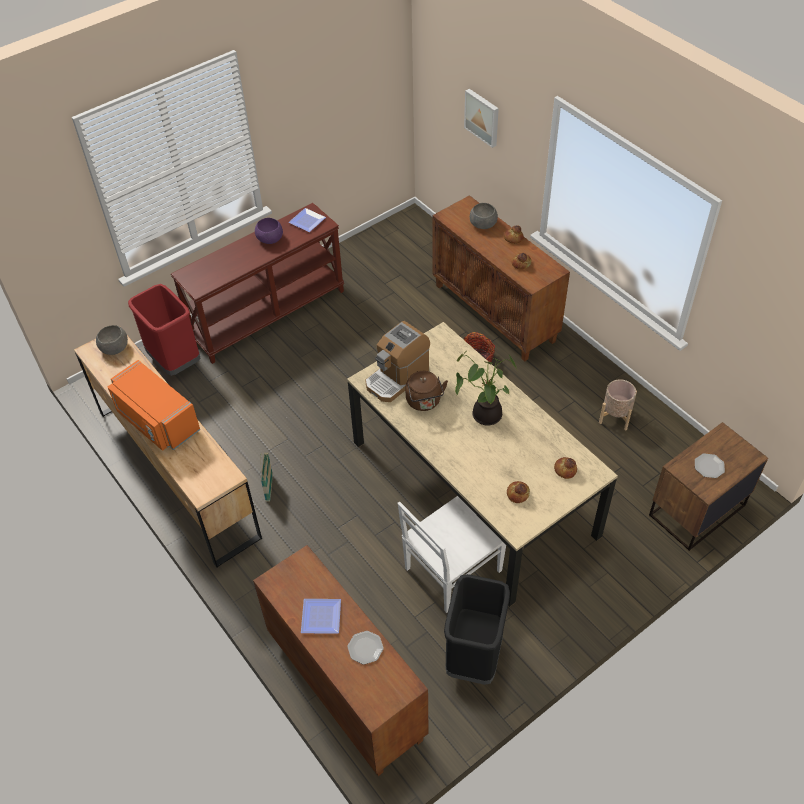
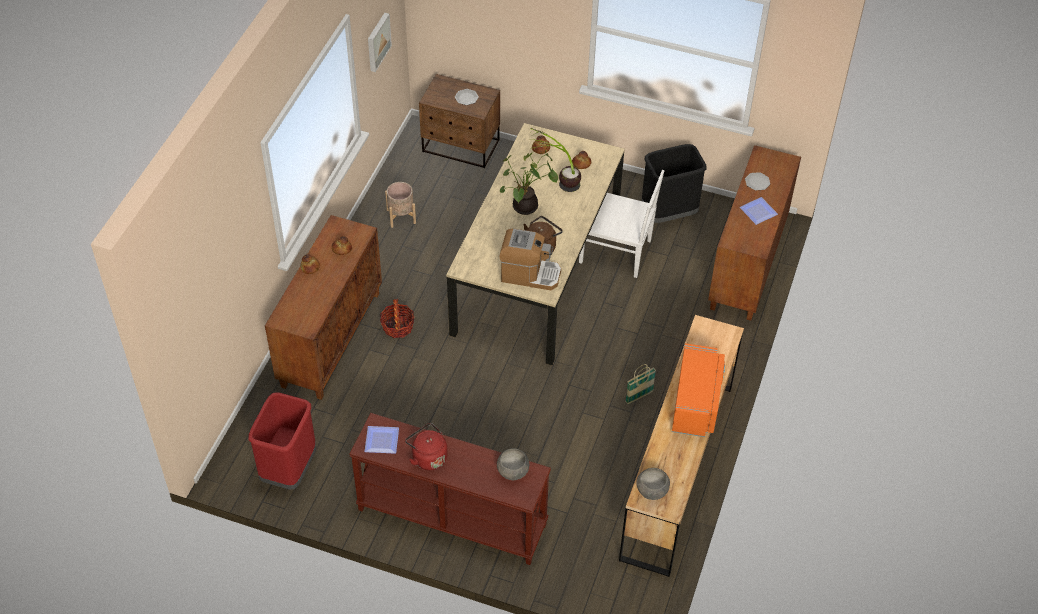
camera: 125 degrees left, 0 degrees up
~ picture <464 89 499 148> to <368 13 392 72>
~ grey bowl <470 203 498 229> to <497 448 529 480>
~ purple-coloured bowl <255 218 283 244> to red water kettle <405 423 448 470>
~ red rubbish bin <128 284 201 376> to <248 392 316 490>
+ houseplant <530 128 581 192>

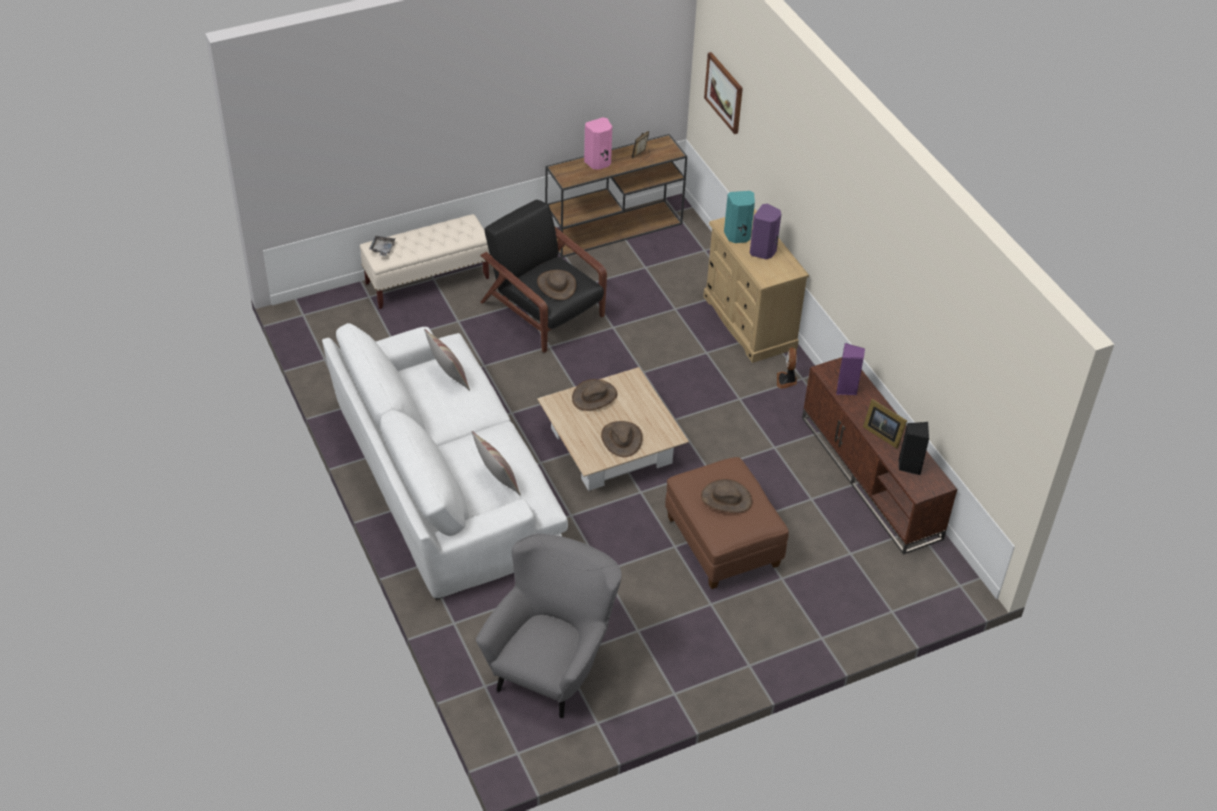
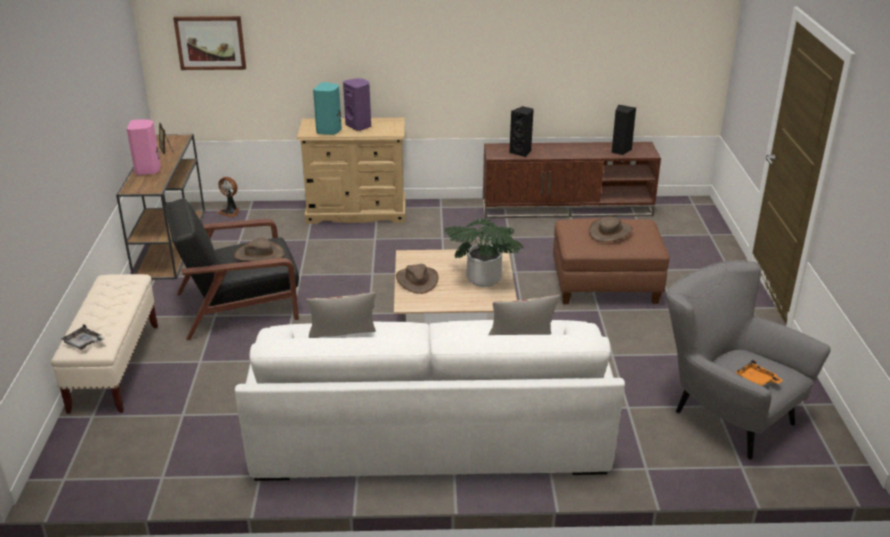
camera: 65 degrees left, 15 degrees down
~ purple-coloured speaker <836 343 865 395> to blackish speaker <509 106 534 157>
~ electric fan <777 347 797 389> to <218 177 239 217>
- standing frame <863 399 907 449>
~ brown-coloured clothing hat <601 421 643 457> to houseplant <445 218 524 287>
+ orange serving tray <734 360 783 386>

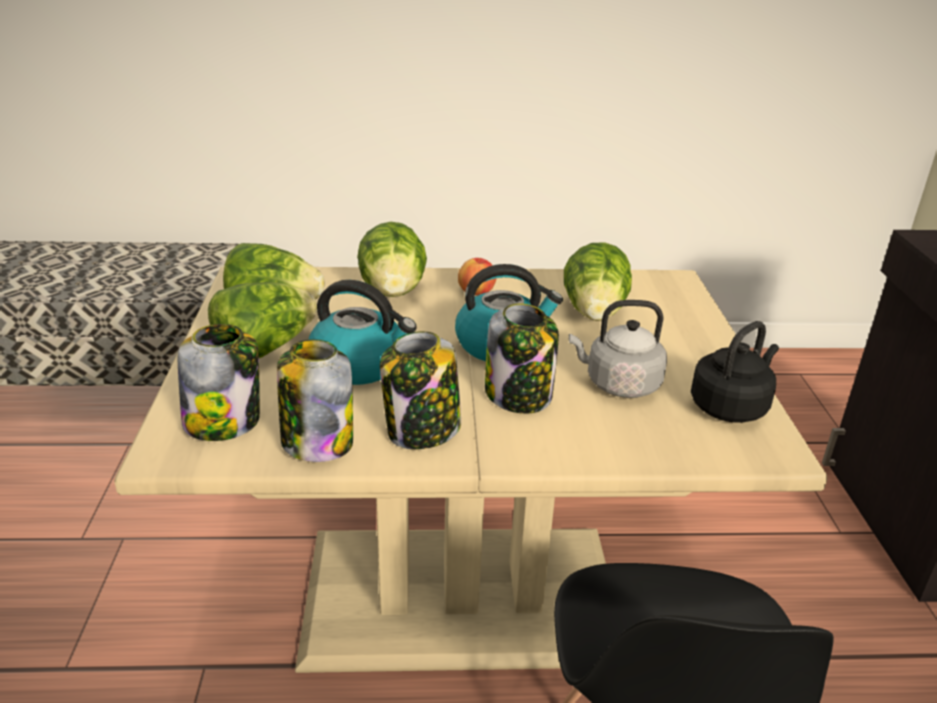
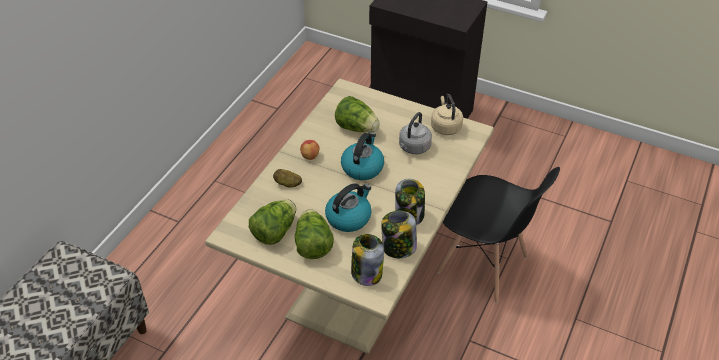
camera: 60 degrees left, 15 degrees up
~ head of lettuce <357 222 427 297> to whole potato <273 169 302 187>
- storage jar <485 303 559 414>
~ blackish water kettle <691 321 779 423> to sand-coloured water kettle <431 94 463 135>

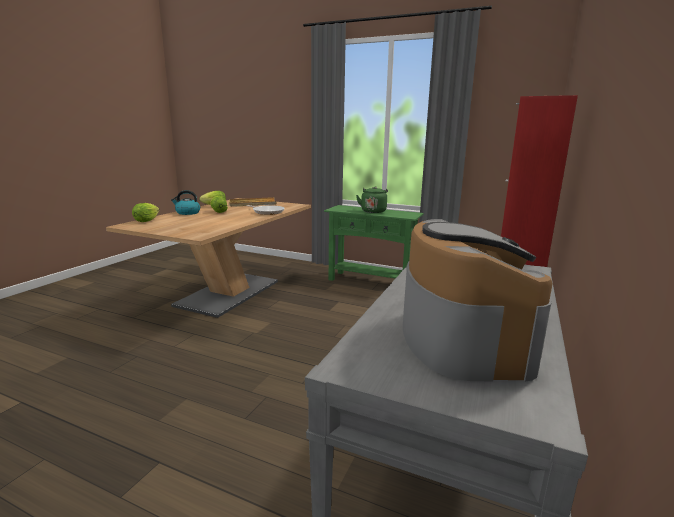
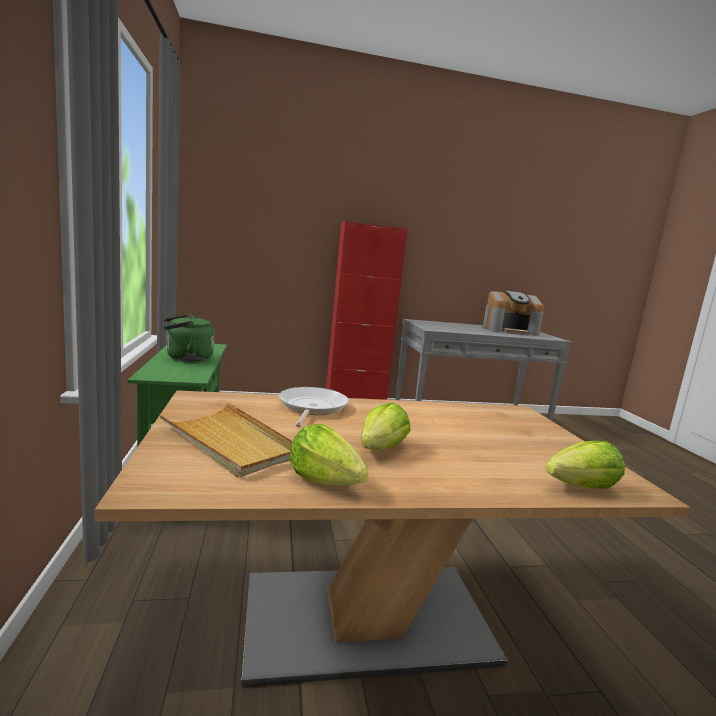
camera: 125 degrees left, 5 degrees down
- water kettle <171 190 200 215>
~ coffee machine <403 219 553 381> = <483 291 544 336> 150 degrees counterclockwise

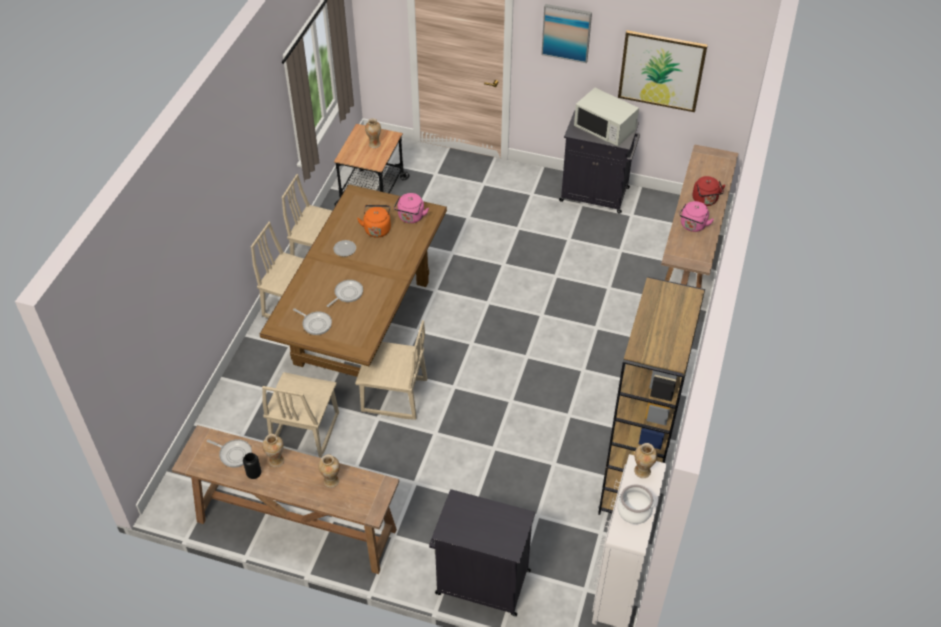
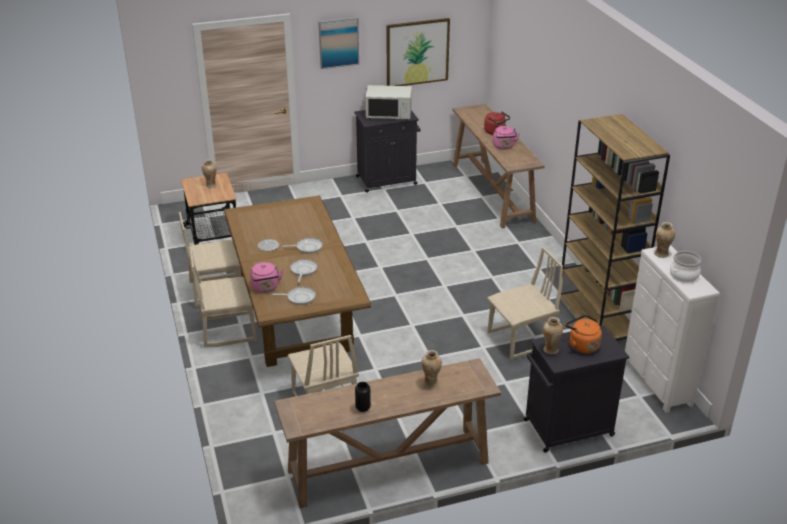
camera: 35 degrees left, 15 degrees down
~ pink-coloured water kettle <394 193 429 223> to <250 262 283 293>
~ orange water kettle <357 205 391 238> to <565 315 602 354>
~ sand-coloured upright chair <355 320 427 420> to <487 247 563 360>
~ flower vase <262 434 284 467> to <543 317 563 355>
~ skillet <207 439 252 468> to <282 238 323 254>

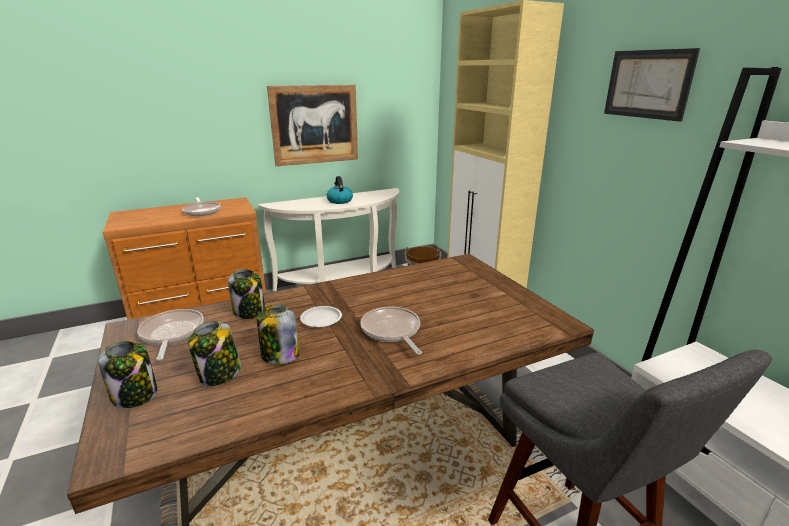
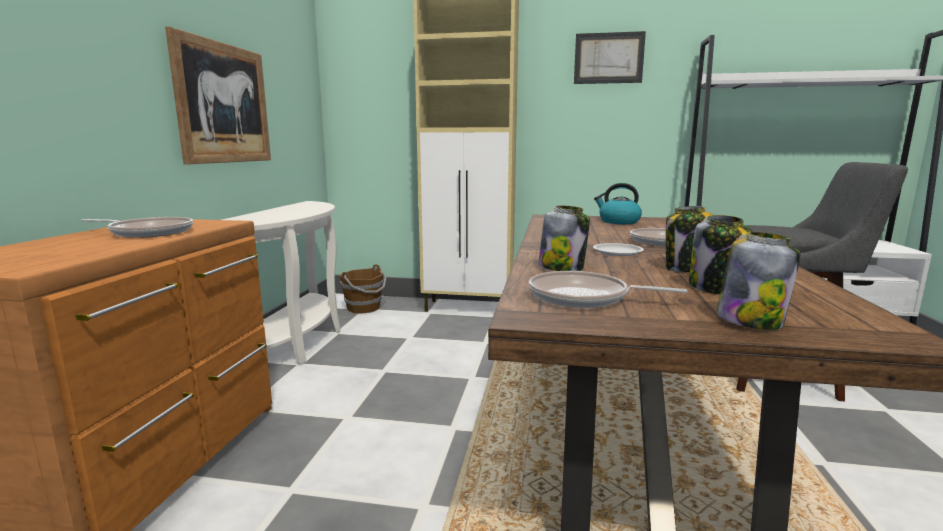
camera: 55 degrees left, 10 degrees down
~ water kettle <327 176 353 204> to <594 183 642 224>

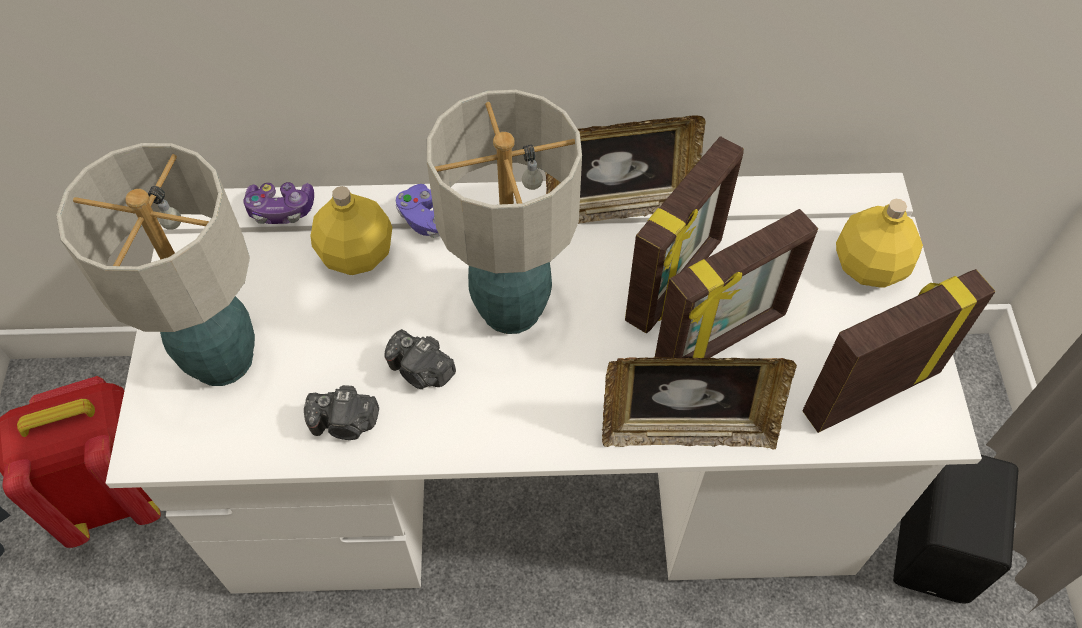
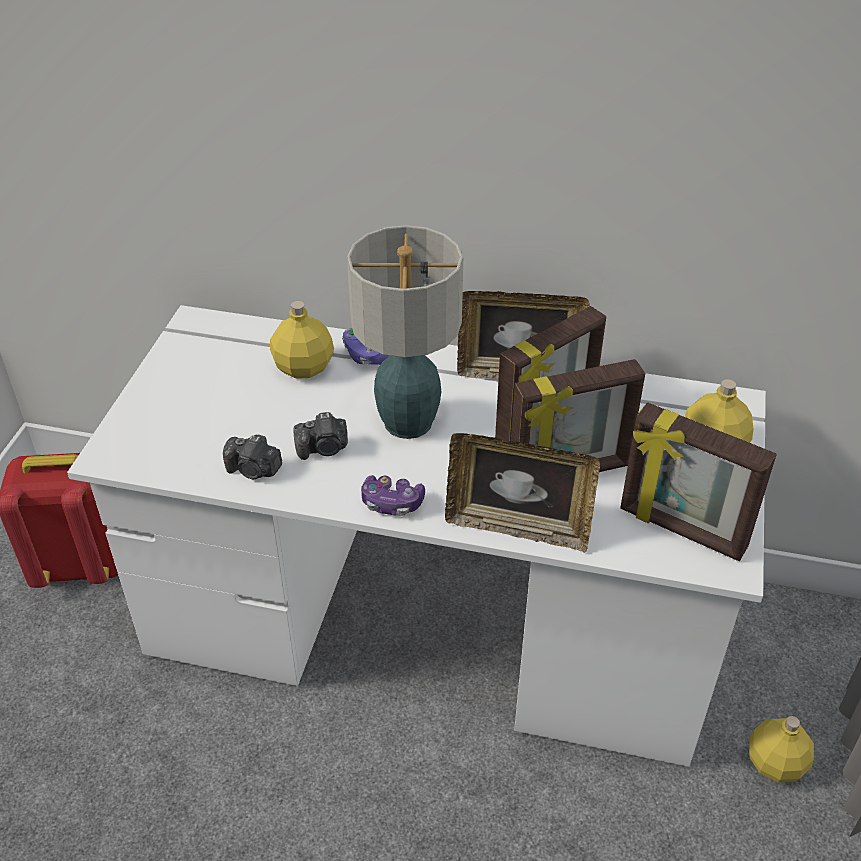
camera: 15 degrees right, 15 degrees down
- table lamp <56 143 255 386>
~ joypad <243 182 314 224> to <361 475 425 516>
~ standing frame <802 269 995 433> = <620 402 777 561> 135 degrees counterclockwise
~ still camera <384 329 456 389> = <294 412 348 460> 60 degrees counterclockwise
~ blackish speaker <893 455 1018 604> to yellow beverage bottle <749 716 814 783>

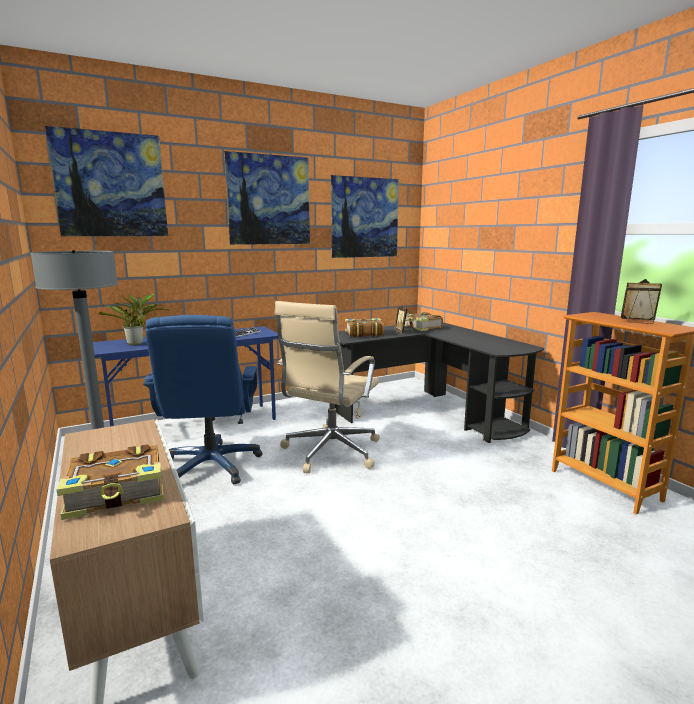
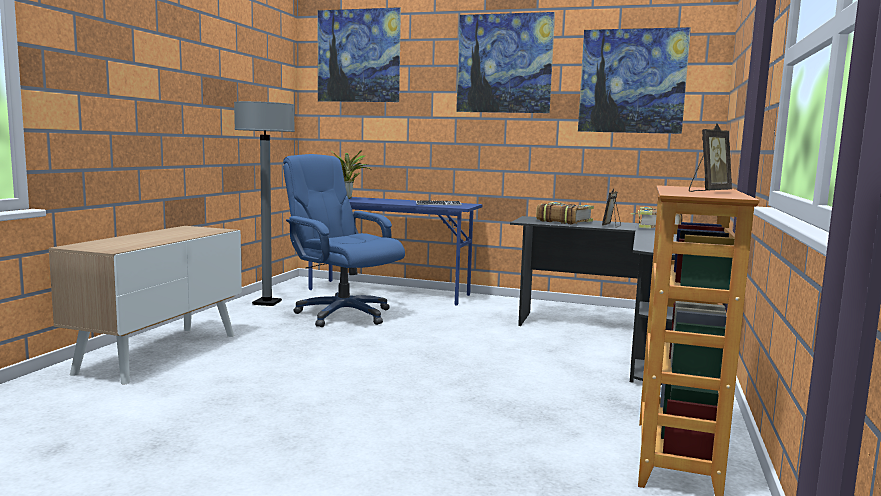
camera: 45 degrees right, 5 degrees down
~ standing frame <621 279 662 324> = <689 123 732 192> 75 degrees clockwise
- sand-coloured desk chair <275 301 380 473>
~ blue-coloured desk chair <143 315 263 484> = <283 154 405 327> 90 degrees clockwise
- volume <56 444 164 520>

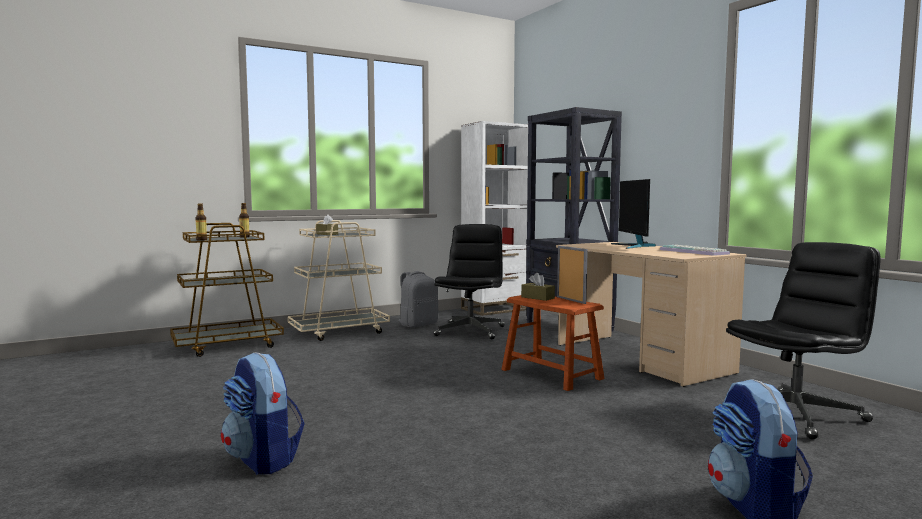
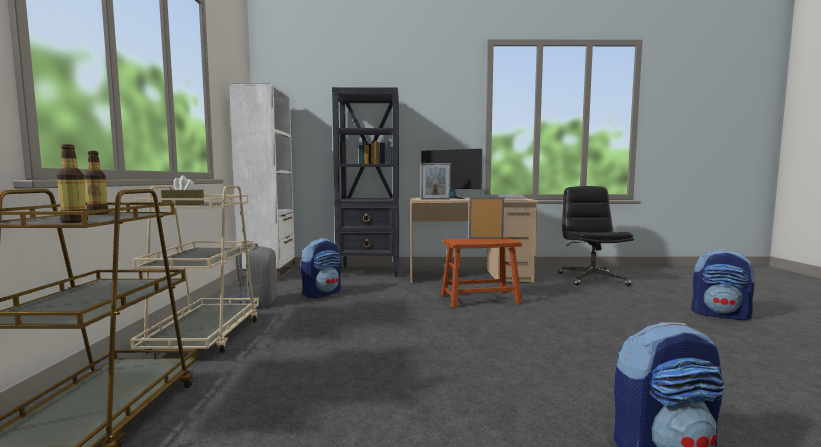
camera: 60 degrees left, 0 degrees up
~ blackish desk chair <434 224 505 339> to backpack <301 238 341 298>
- brown-coloured box of tissues <521 273 555 301>
+ standing frame <421 163 451 200>

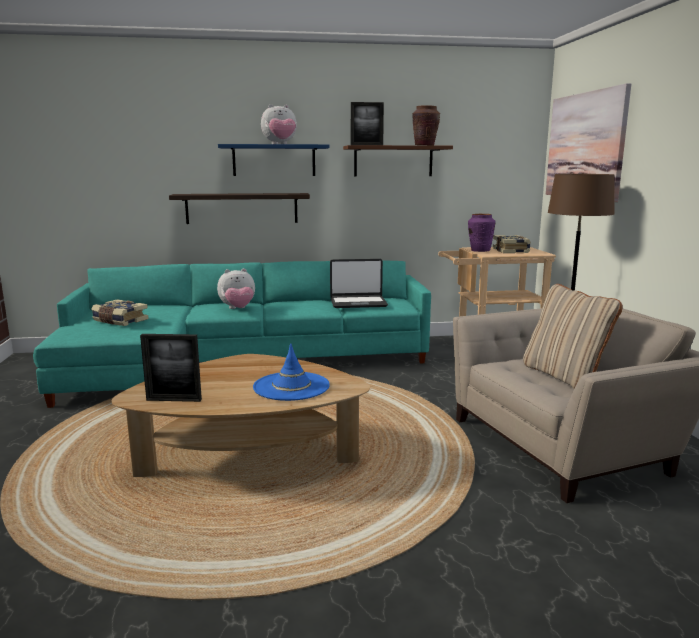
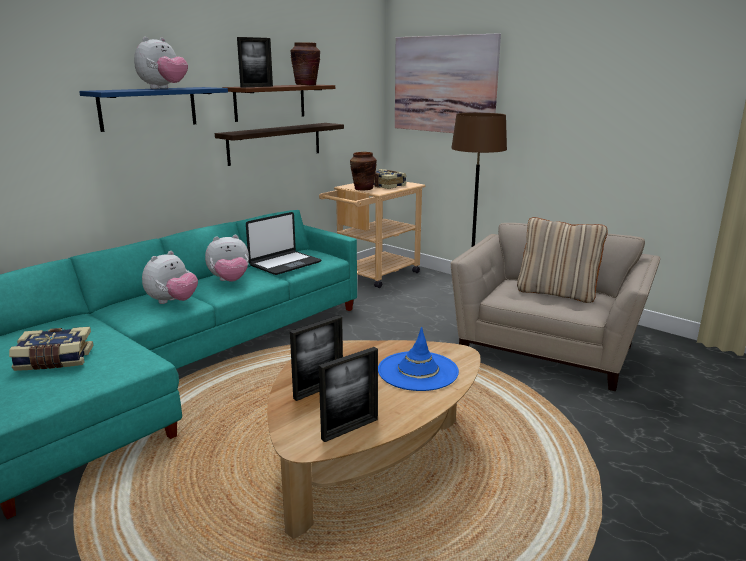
camera: 40 degrees left, 5 degrees up
~ shelf <169 193 310 224> to <215 123 344 166>
~ purple-coloured flower vase <468 214 496 252> to brown-coloured flower vase <350 152 377 190>
+ soft toy <205 235 249 282>
+ standing frame <290 315 343 401>

